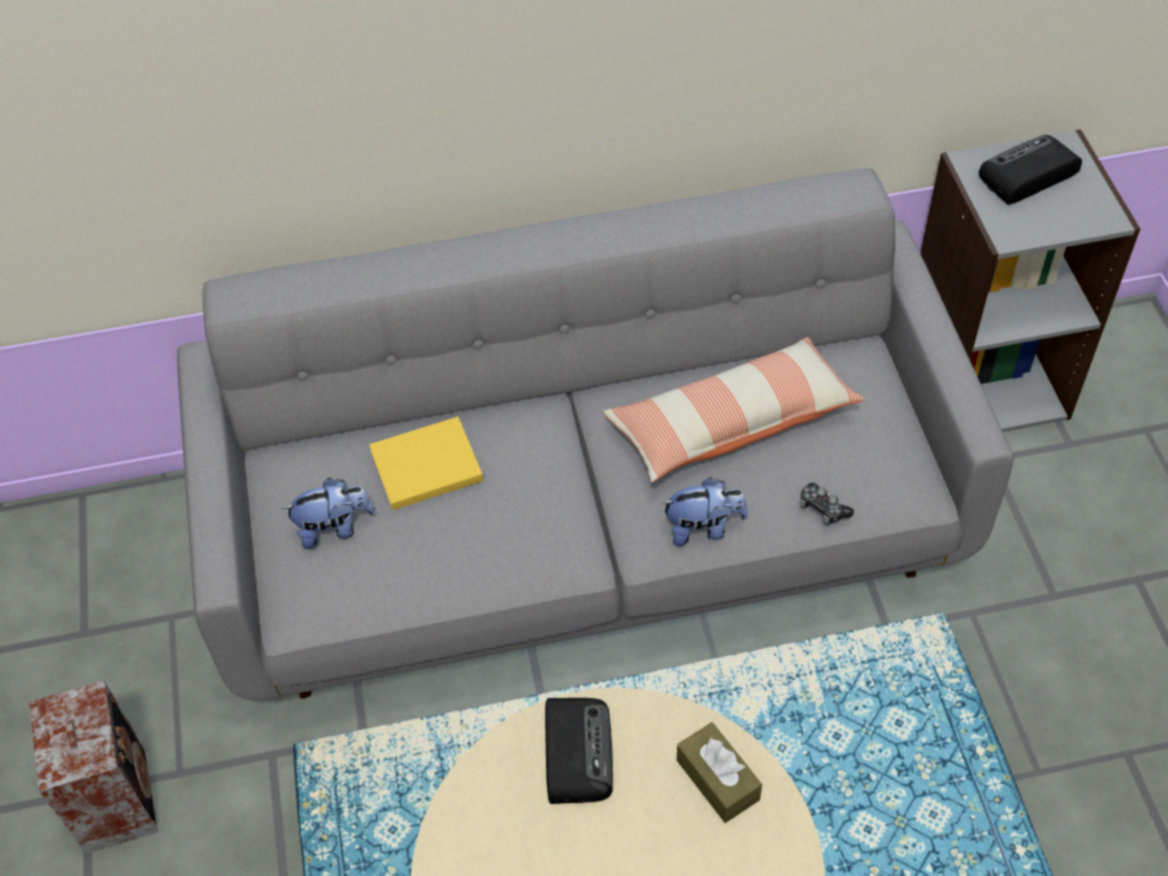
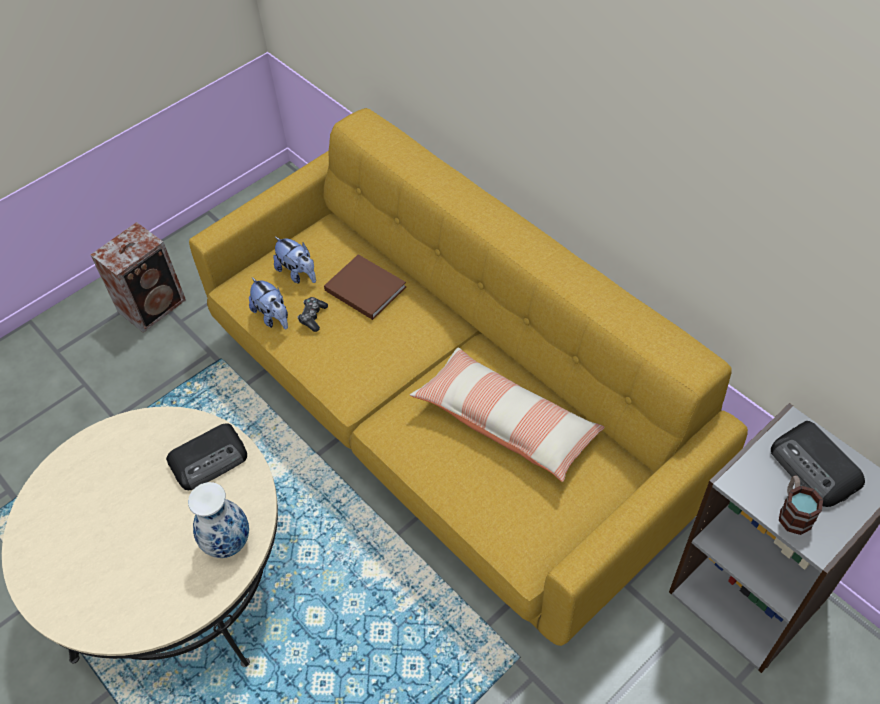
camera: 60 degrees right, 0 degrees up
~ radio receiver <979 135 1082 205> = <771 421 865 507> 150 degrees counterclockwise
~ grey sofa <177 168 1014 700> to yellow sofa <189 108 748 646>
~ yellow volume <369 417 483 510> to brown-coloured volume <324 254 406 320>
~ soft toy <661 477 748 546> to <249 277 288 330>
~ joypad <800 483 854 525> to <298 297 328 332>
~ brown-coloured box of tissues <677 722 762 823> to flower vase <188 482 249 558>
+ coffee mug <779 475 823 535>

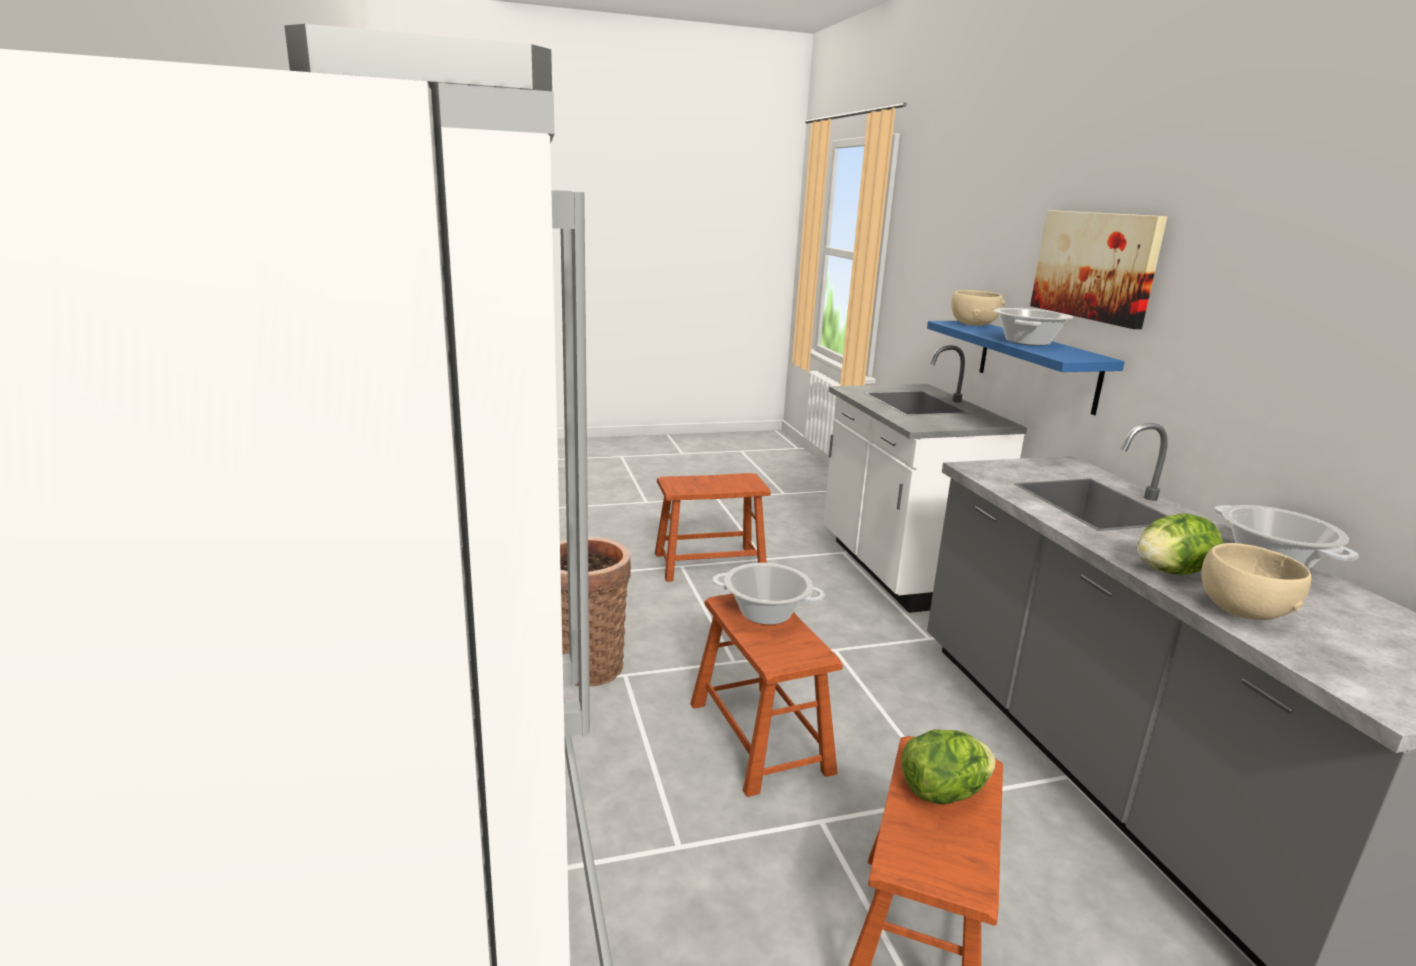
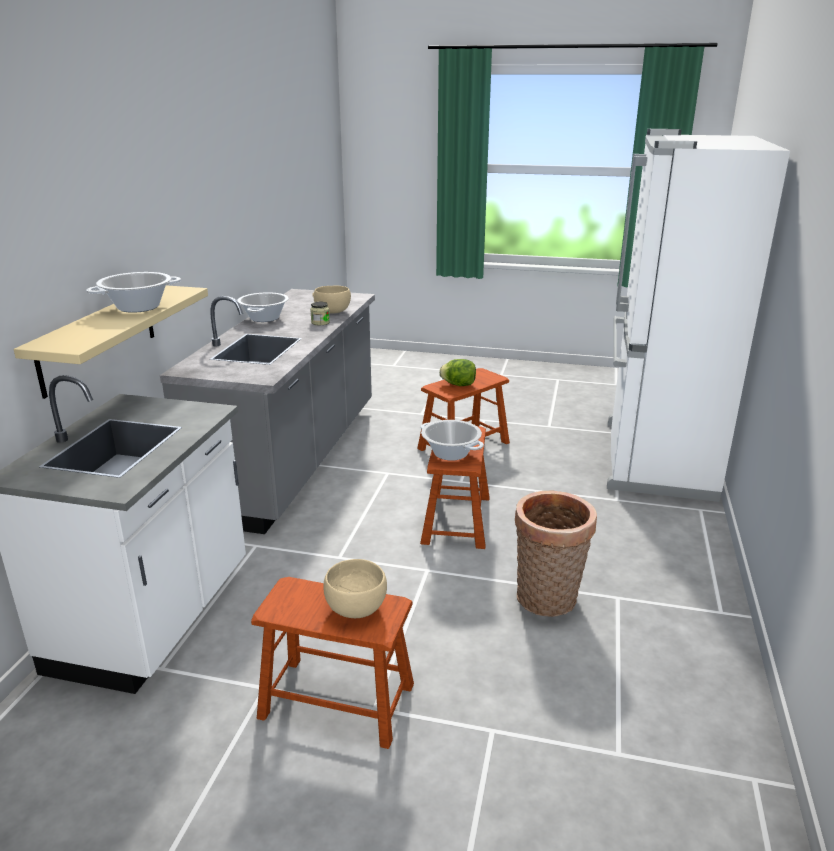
camera: 150 degrees left, 5 degrees up
- picture <1030 210 1168 329>
~ sand-coloured bowl <951 290 1005 326> to <323 559 387 618>
~ blue-coloured shelf <927 321 1125 415> to sand-coloured shelf <14 285 208 399>
~ head of lettuce <1137 513 1223 575> to storage jar <310 302 330 325>

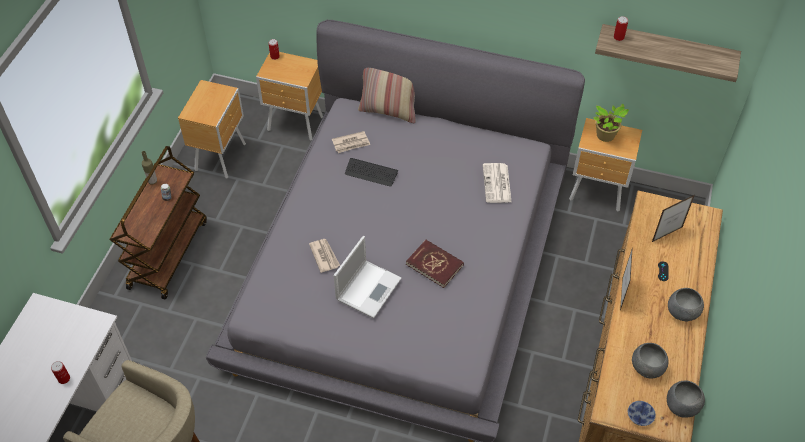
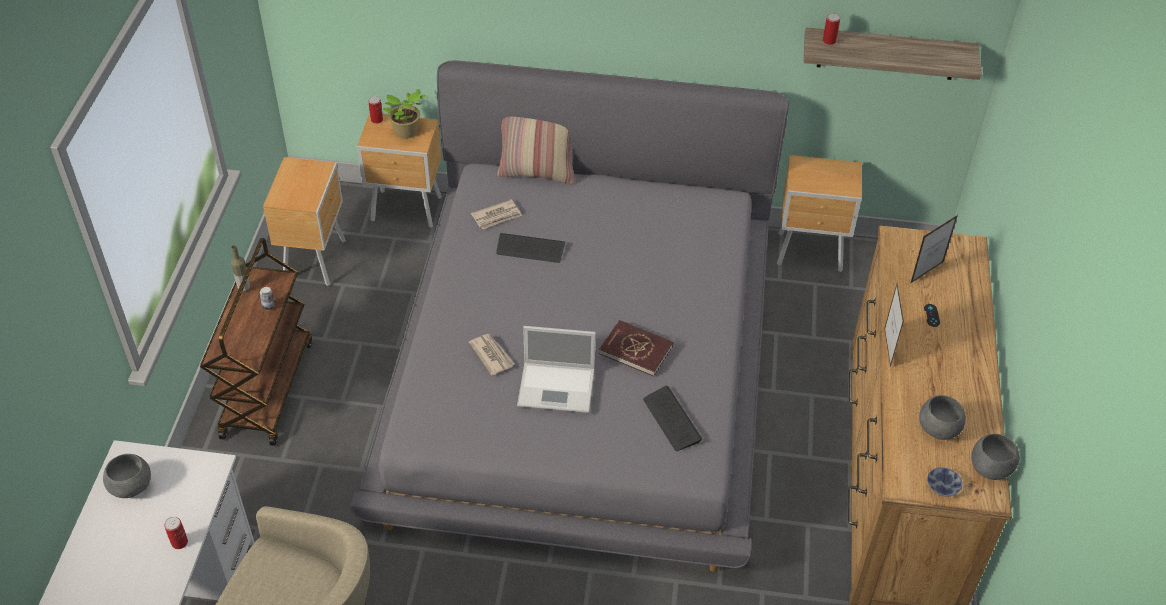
camera: 10 degrees left, 5 degrees down
~ houseplant <593 104 629 142> to <383 89 426 139>
- printed paper <483 163 512 203>
~ laptop <333 236 402 318> = <517 326 596 413> 75 degrees clockwise
~ grey bowl <668 288 704 321> to <103 454 151 498>
+ PC keyboard <643 386 702 451>

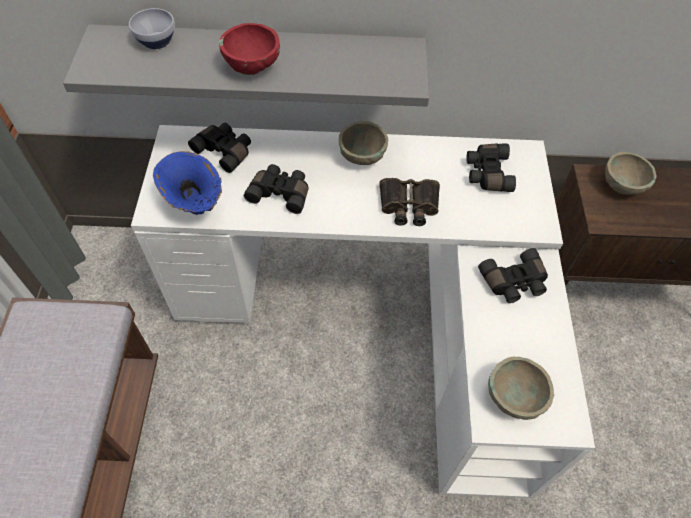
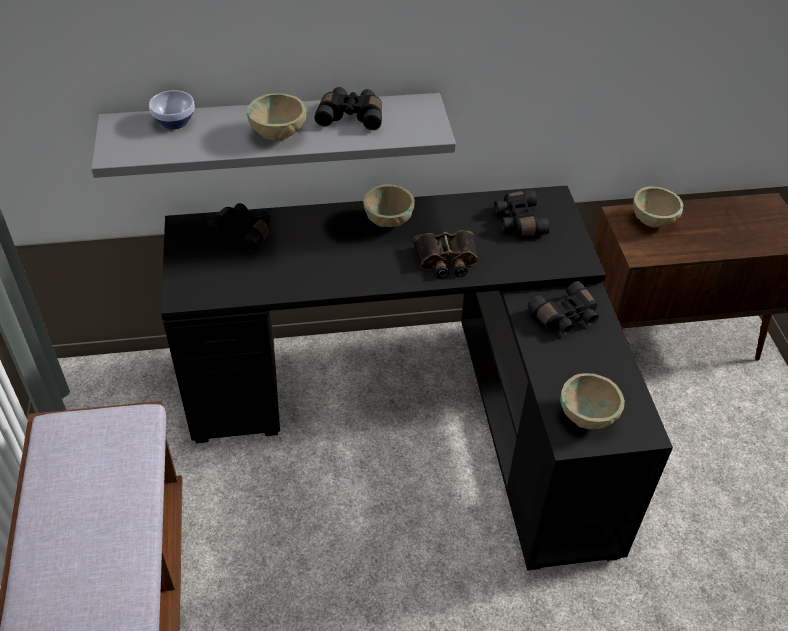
camera: 10 degrees left, 10 degrees down
~ red bowl <219 23 280 75> to sand-coloured bowl <247 93 307 141>
~ whitish desk unit <131 125 595 499> to blackish desk unit <161 185 673 571>
- blue-coloured flower vase <153 151 222 215>
~ blackish pair of binoculars <244 164 309 214> to <315 87 382 130>

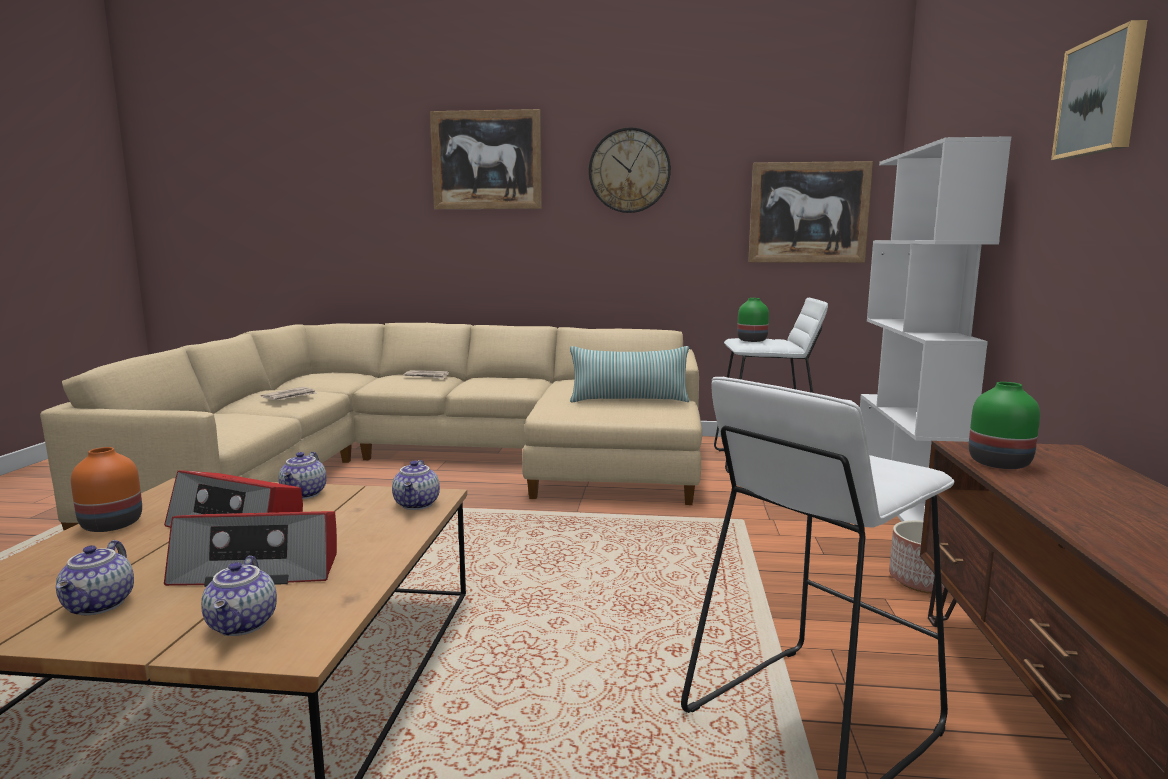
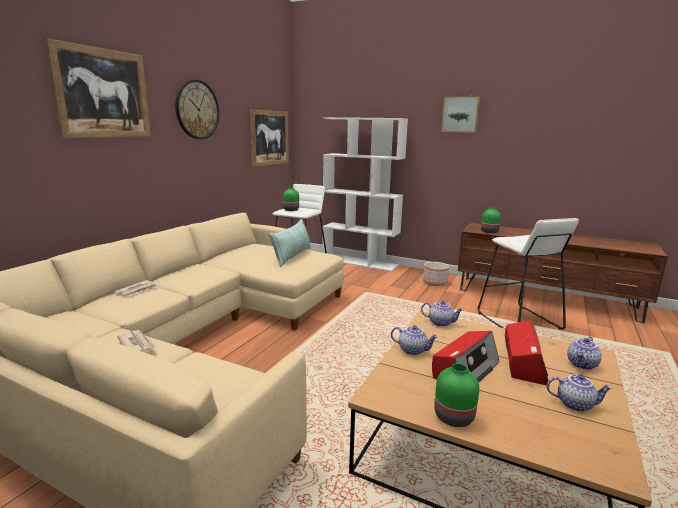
camera: 70 degrees left, 5 degrees up
~ orange flower vase <71 447 142 532> to green flower vase <434 363 479 427>
~ pot for tea <201 556 277 636> = <567 337 602 370> 120 degrees clockwise

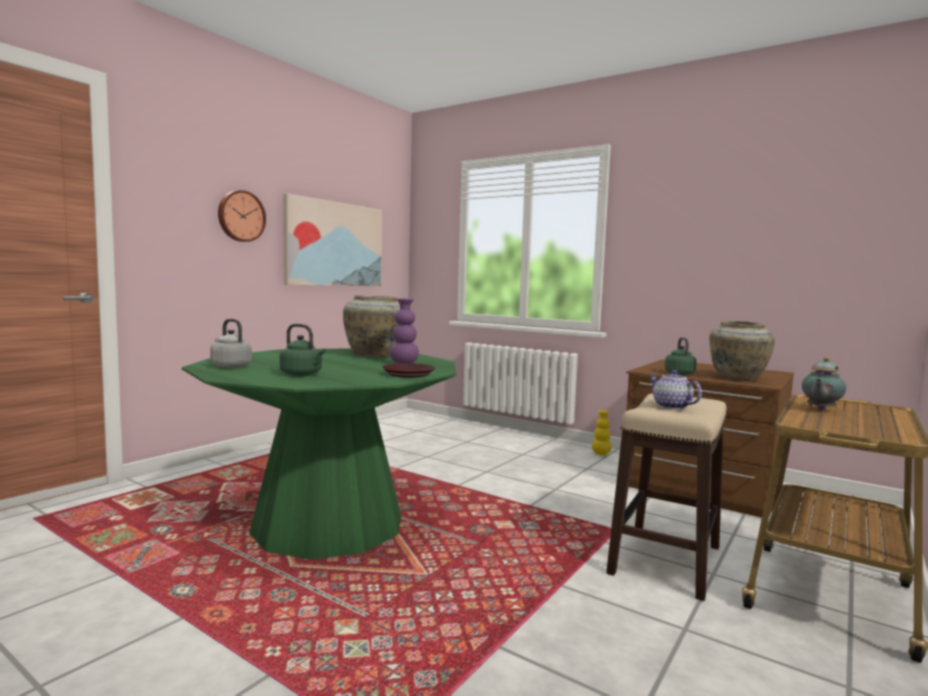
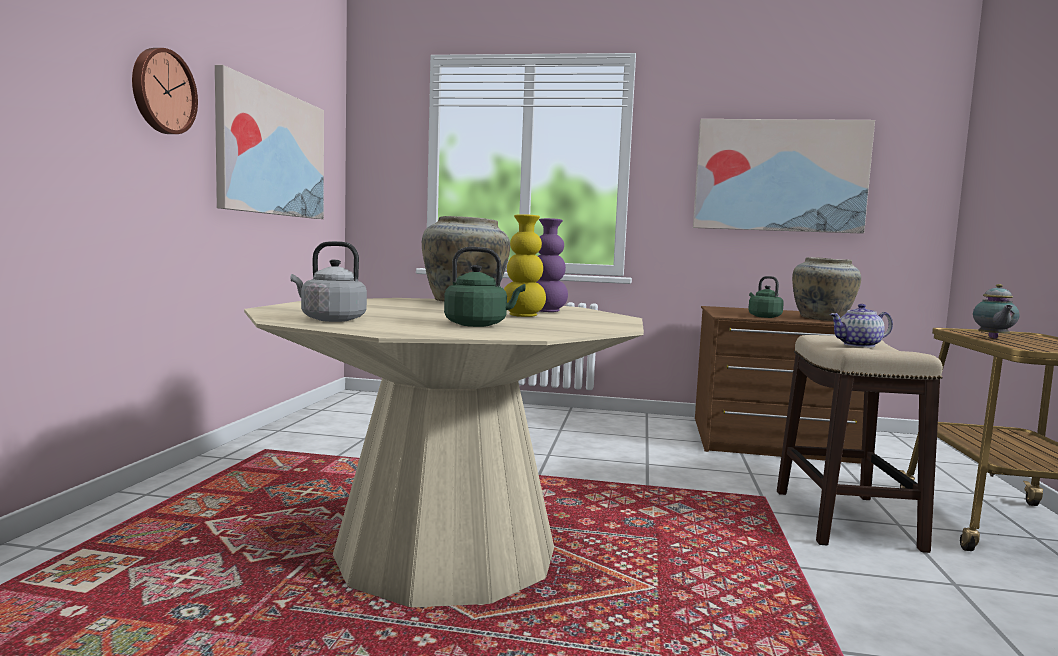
camera: 25 degrees left, 0 degrees up
~ green dinner table <182 348 456 560> to sand-coloured dinner table <244 298 644 607>
- brown-coloured flat dish <382 363 435 378>
~ pot for tea <649 370 702 409> = <829 304 893 347> 45 degrees counterclockwise
~ yellow flower vase <592 410 612 456> to <504 214 546 317>
+ picture <693 119 875 234>

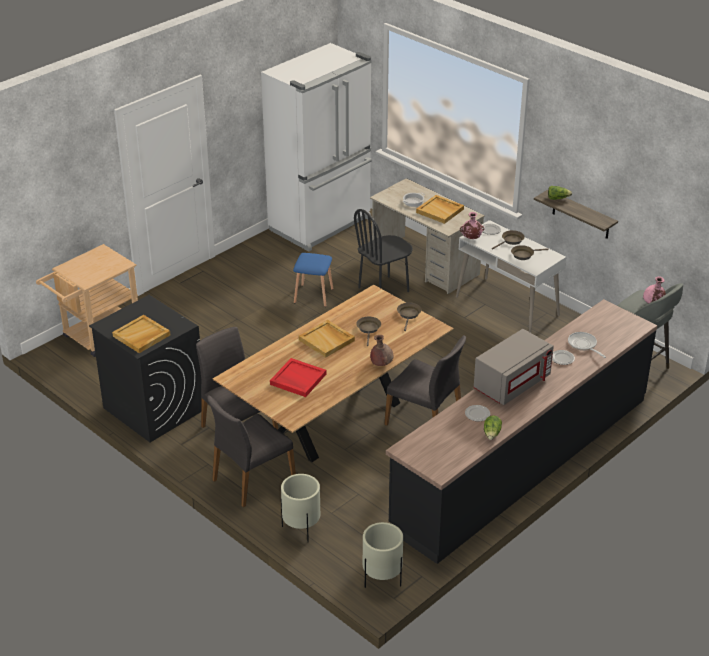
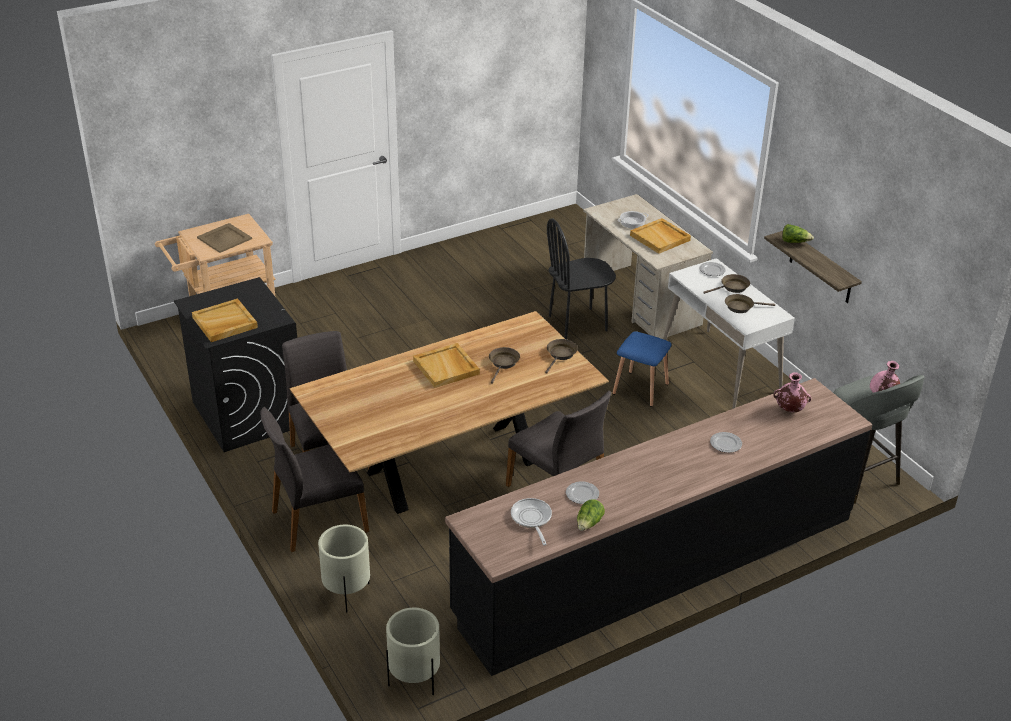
camera: 15 degrees right, 0 degrees up
- whitish kitchen fridge <261 43 372 252>
~ pink-coloured flower vase <460 212 485 239> to <774 372 811 412>
~ blue-coloured stool seat <293 253 333 307> to <613 331 672 407>
- grey kitchen microwave <474 329 554 405>
~ skillet <568 332 606 358> to <511 498 552 545>
- brown-coloured flower vase <370 335 393 366>
- red serving tray <270 358 326 397>
+ sand-coloured serving tray <197 223 252 253>

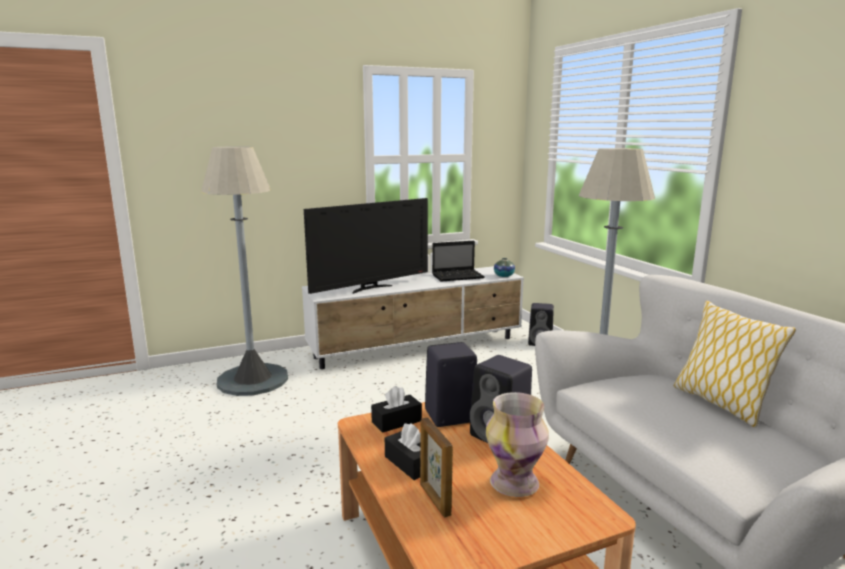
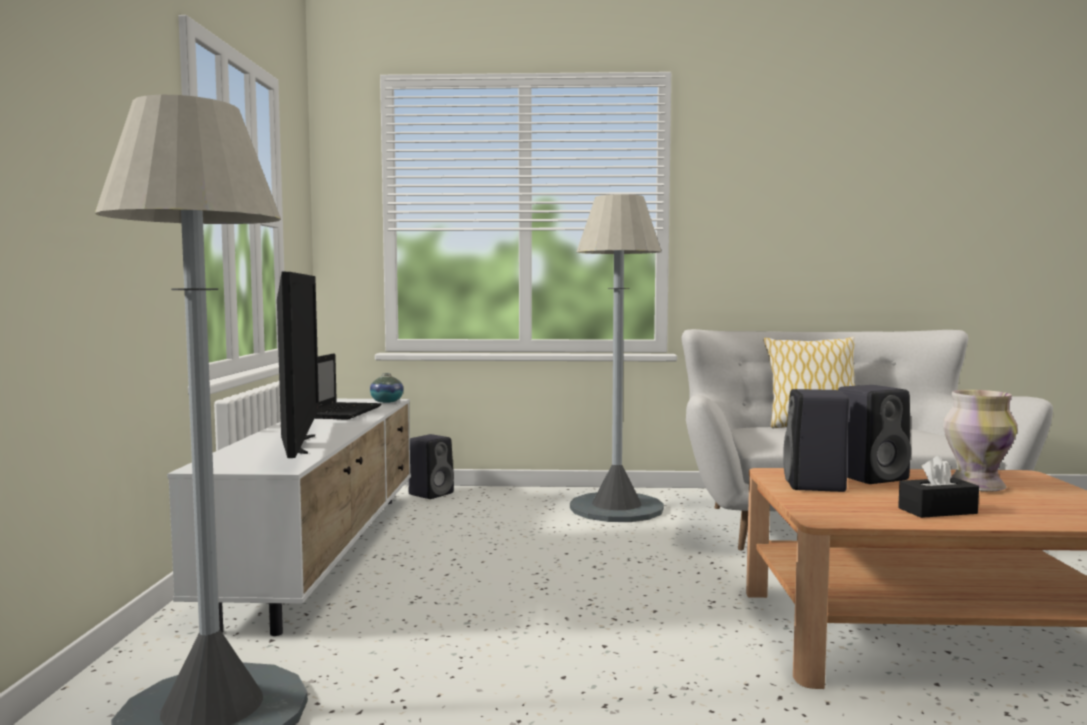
camera: 65 degrees left, 10 degrees down
- blackish box of tissues <371 386 422 433>
- standing frame <420 417 453 517>

